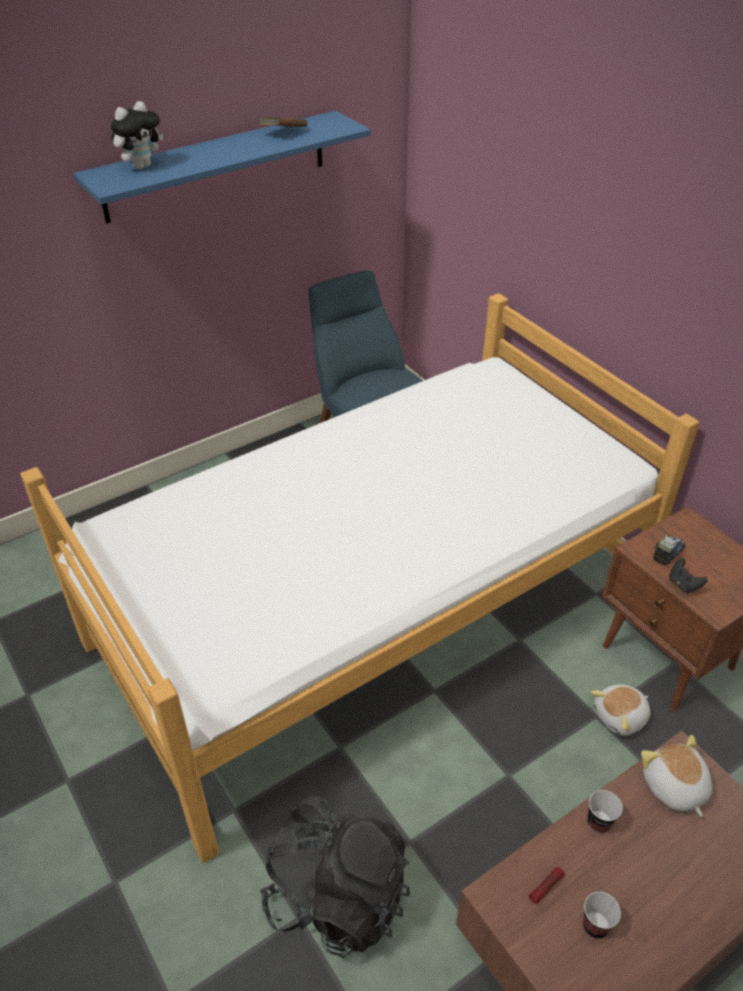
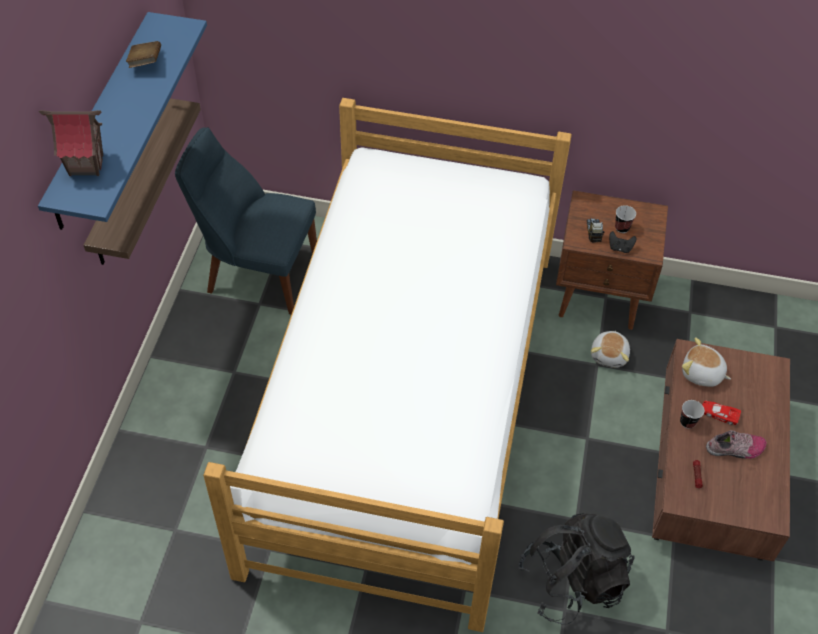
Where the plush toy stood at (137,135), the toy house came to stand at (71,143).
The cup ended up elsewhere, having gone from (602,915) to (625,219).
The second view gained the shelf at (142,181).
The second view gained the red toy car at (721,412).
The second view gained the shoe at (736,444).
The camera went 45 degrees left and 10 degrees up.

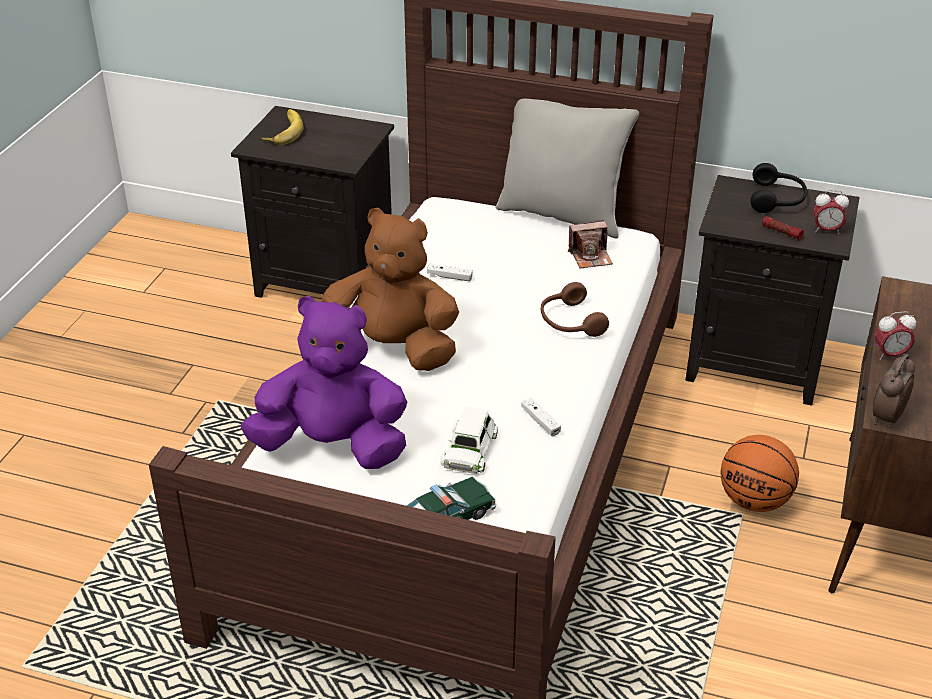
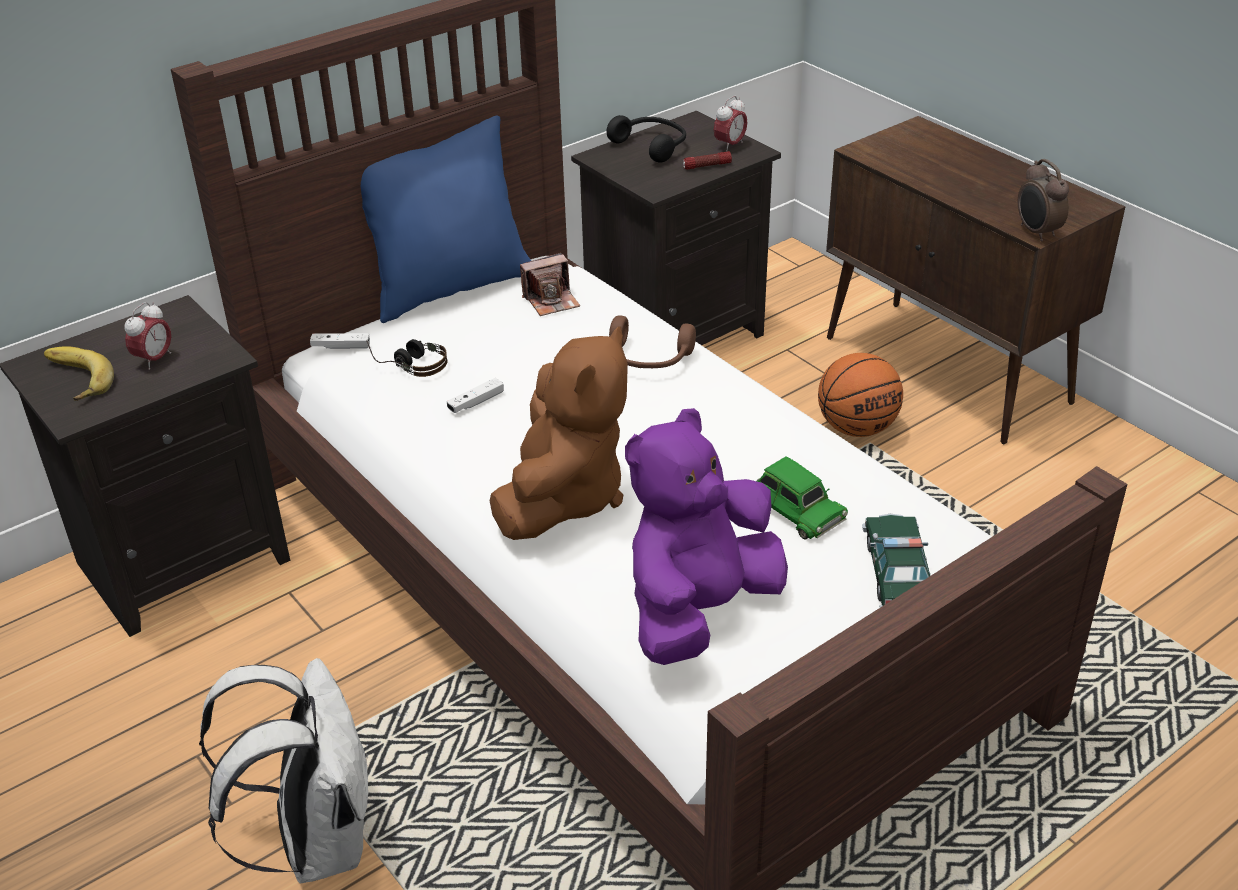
What was the grey pillow at (567,168) turned into the blue pillow at (446,219).
The brown plush toy at (390,289) ended up facing another way, 150 degrees clockwise from before.
The photo camera at (590,244) ended up facing another way, 45 degrees clockwise from before.
The alarm clock ended up elsewhere, having gone from (895,335) to (147,336).
The white game controller ended up elsewhere, having gone from (541,417) to (340,341).
What was the white toy car at (469,440) turned into the green toy car at (802,498).
The second view gained the headphones at (406,358).
The second view gained the white backpack at (283,770).
The camera went 55 degrees left and 0 degrees up.

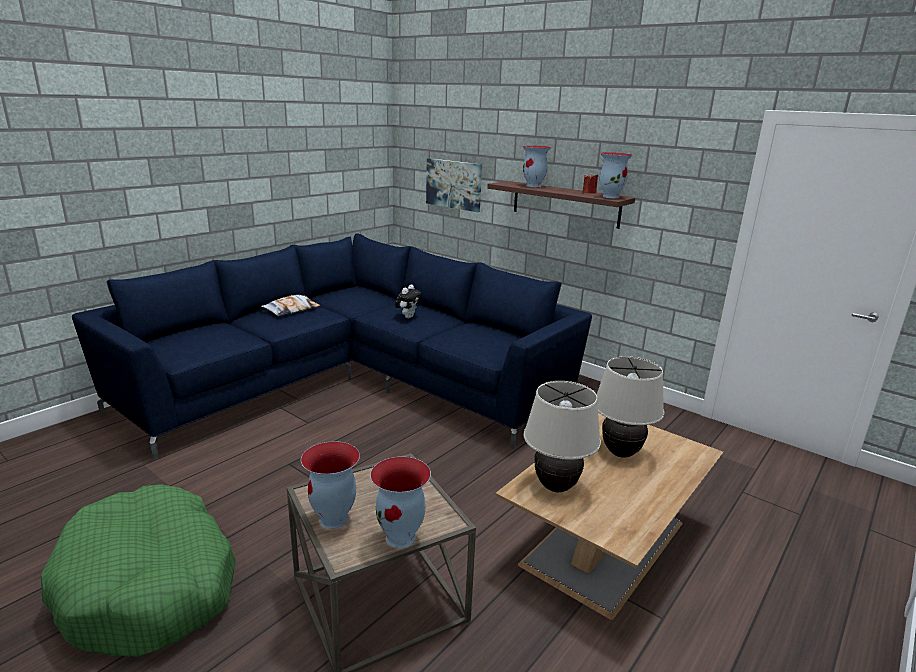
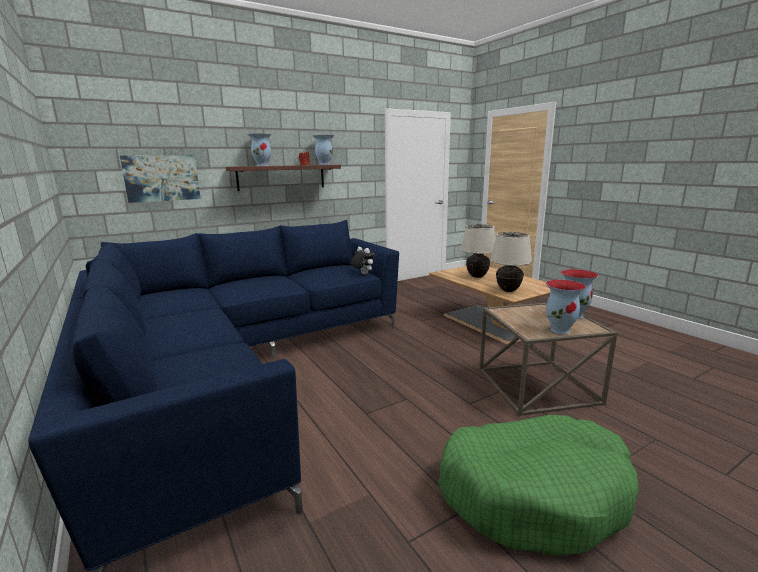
The plush toy ended up elsewhere, having gone from (408,301) to (363,261).
The second view lost the pillow at (290,305).
The camera went 70 degrees left and 5 degrees down.

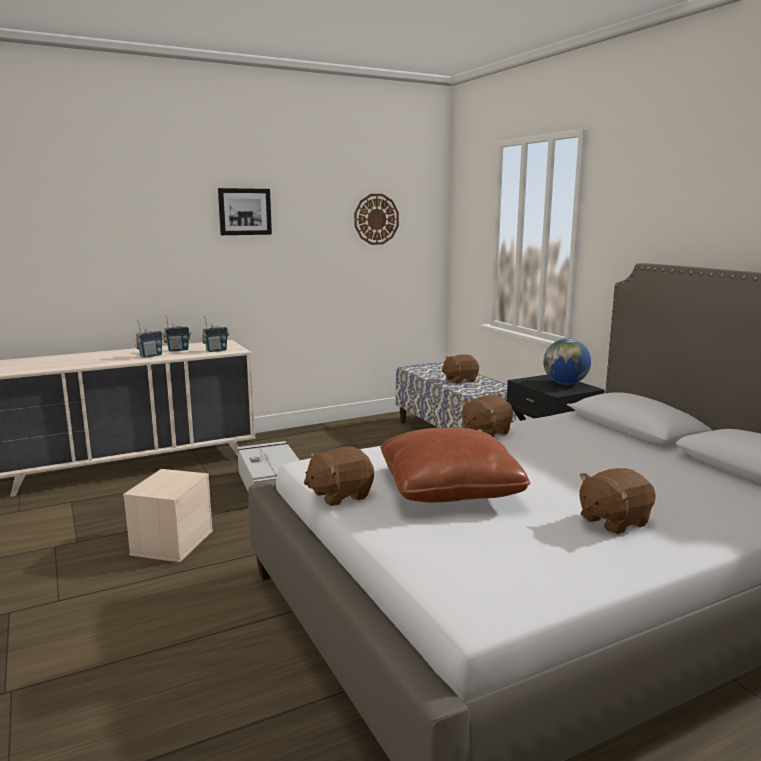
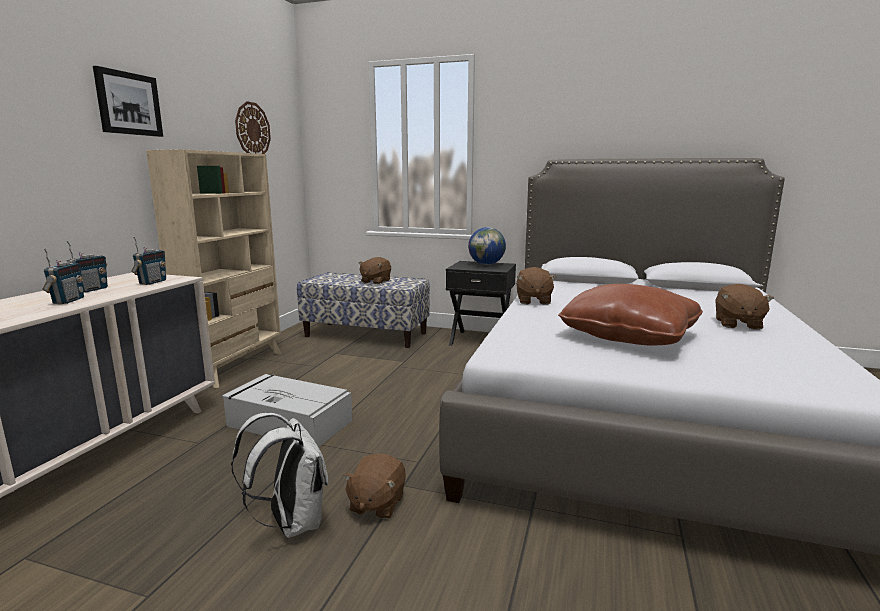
The brown plush toy ended up elsewhere, having gone from (339,476) to (374,486).
Where the beige storage box stood at (168,515), the white backpack came to stand at (279,475).
The second view gained the beige bookcase at (213,268).
The camera went 45 degrees left and 0 degrees up.

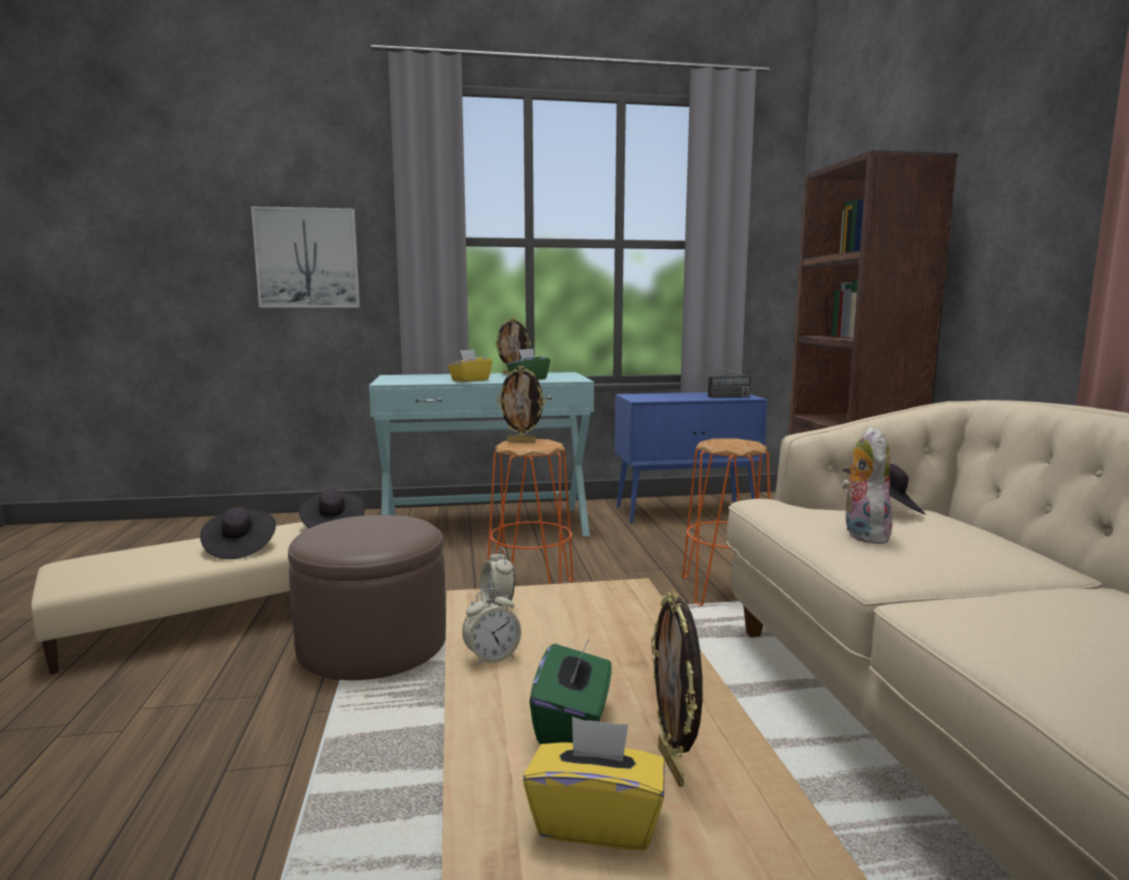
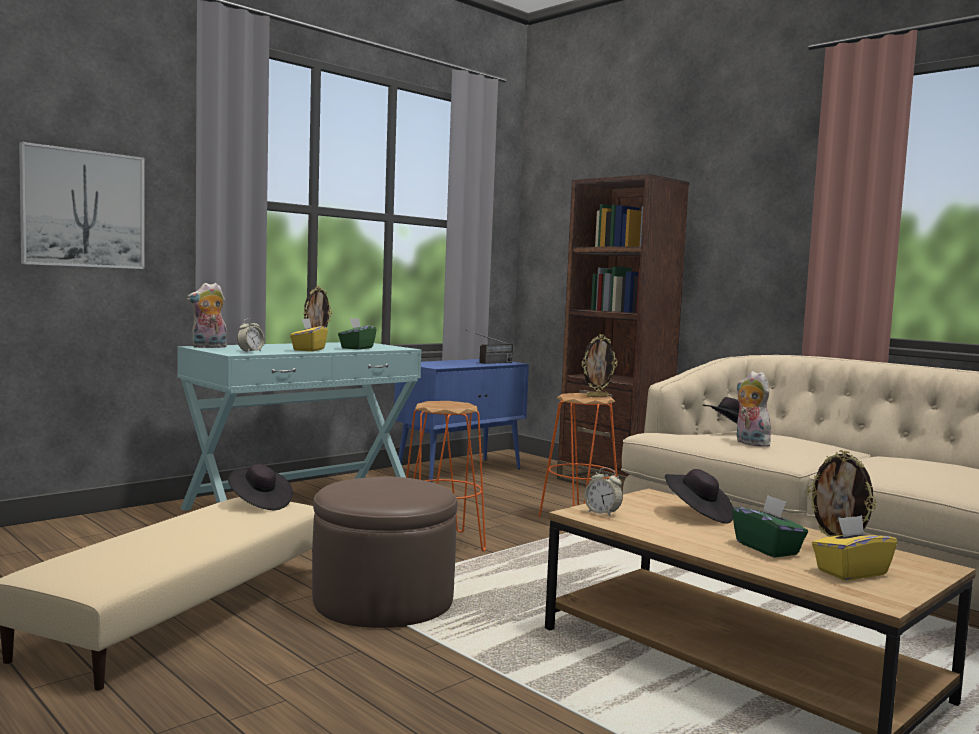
The picture frame ended up elsewhere, having gone from (521,404) to (599,365).
The black hat ended up elsewhere, having gone from (238,533) to (699,496).
The alarm clock ended up elsewhere, having gone from (491,627) to (250,335).
The second view gained the plush toy at (207,315).
The camera went 35 degrees left and 5 degrees down.

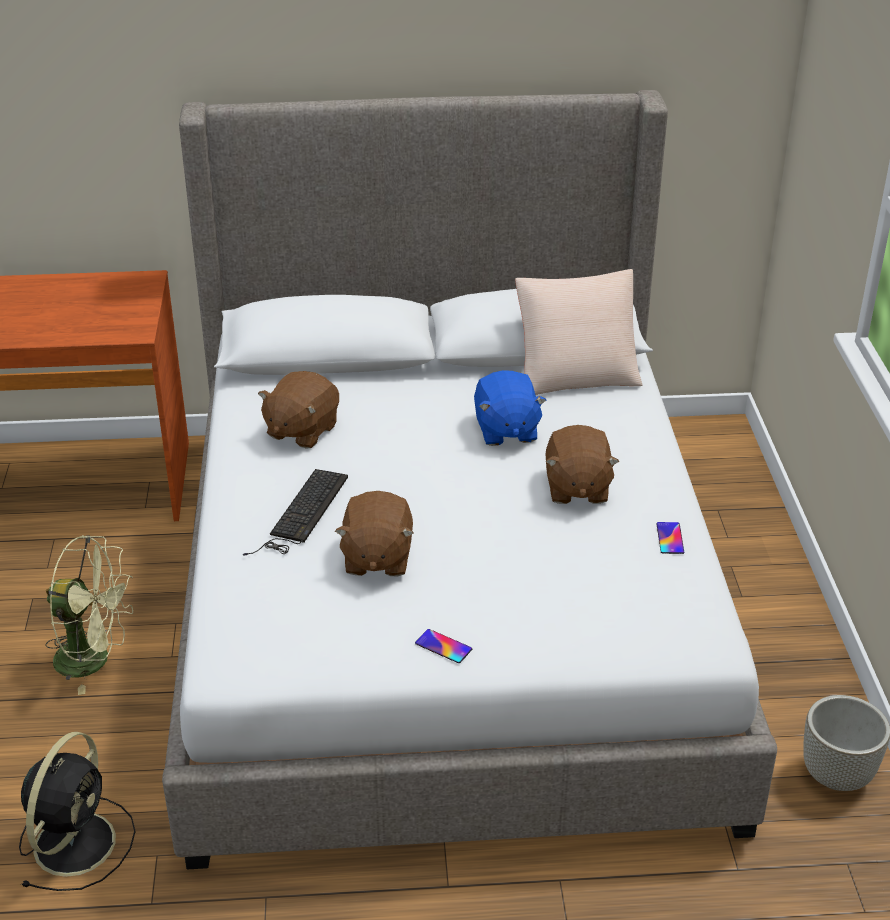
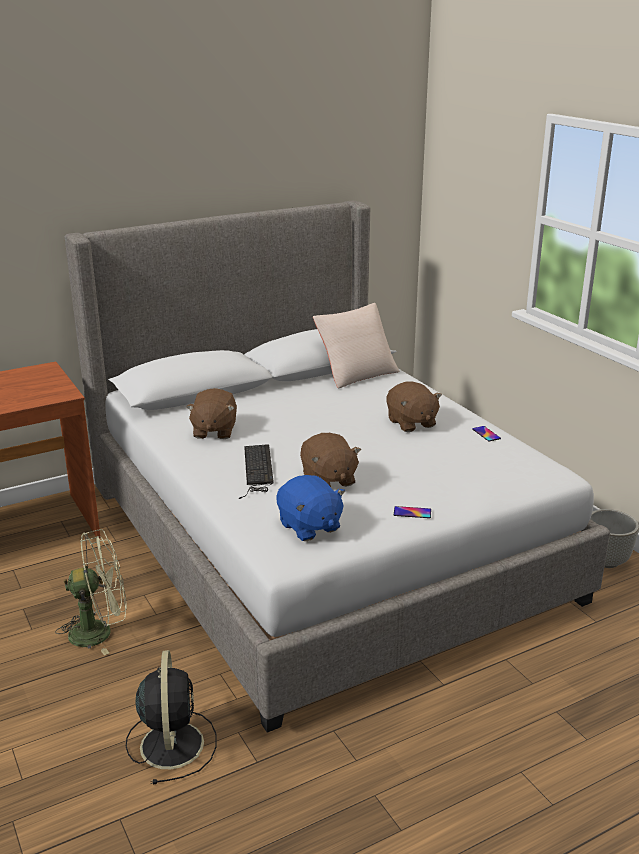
The blue plush toy ended up elsewhere, having gone from (510,408) to (310,508).
The camera went 25 degrees left and 10 degrees down.

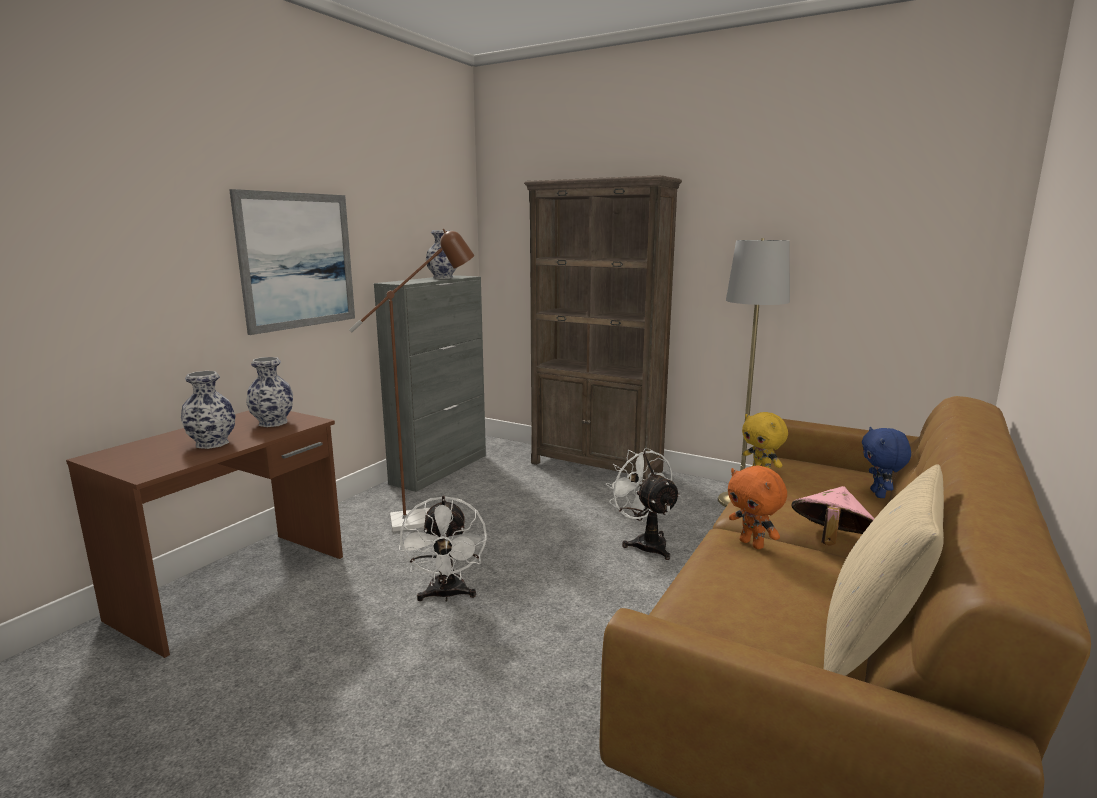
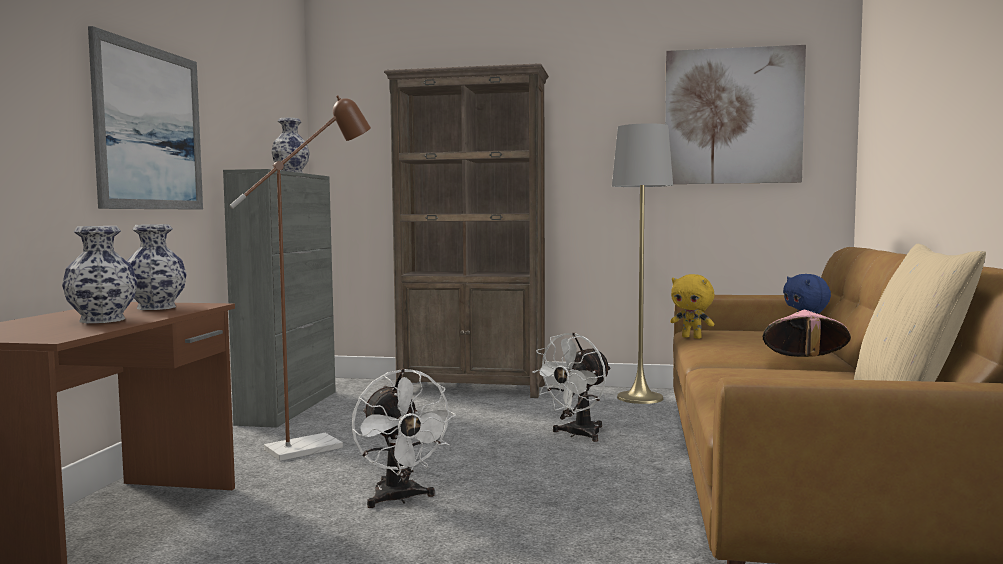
The white fan at (643,504) ended up facing another way, 90 degrees counterclockwise from before.
The second view lost the orange plush toy at (757,507).
The second view gained the picture at (735,114).
The camera went 20 degrees left and 10 degrees down.

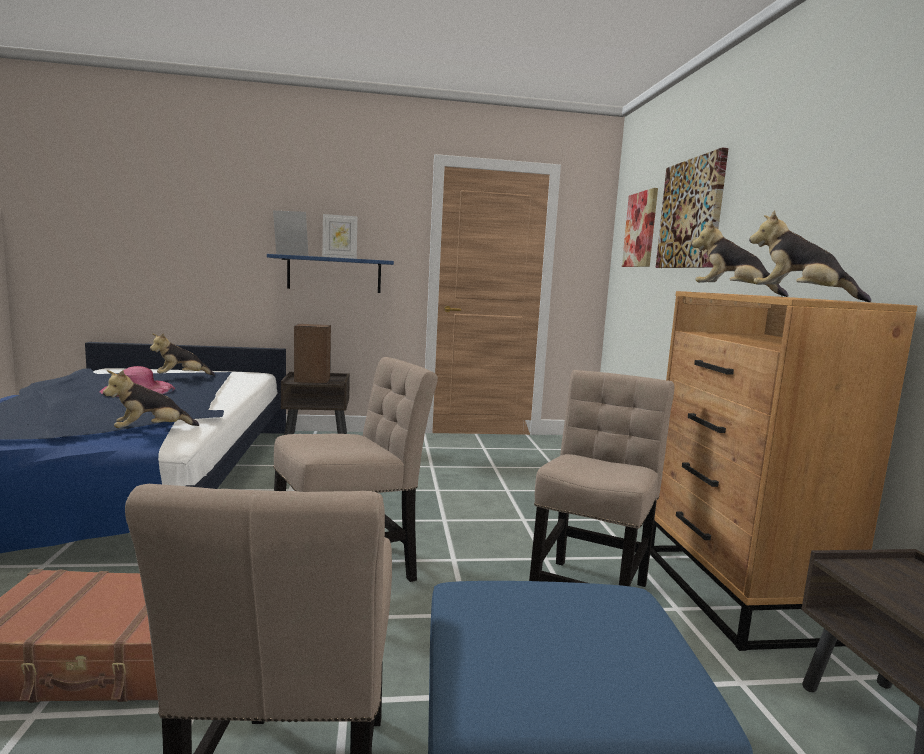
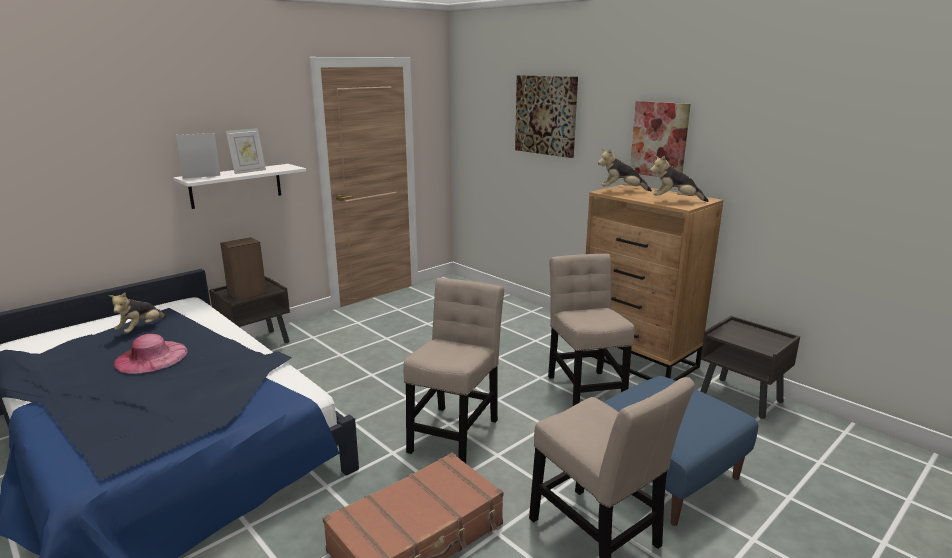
The picture ended up elsewhere, having gone from (640,227) to (660,139).
What was the blue shelf at (330,273) turned into the white shelf at (239,186).
The second view lost the plush toy at (151,399).
The camera went 35 degrees left and 10 degrees up.

